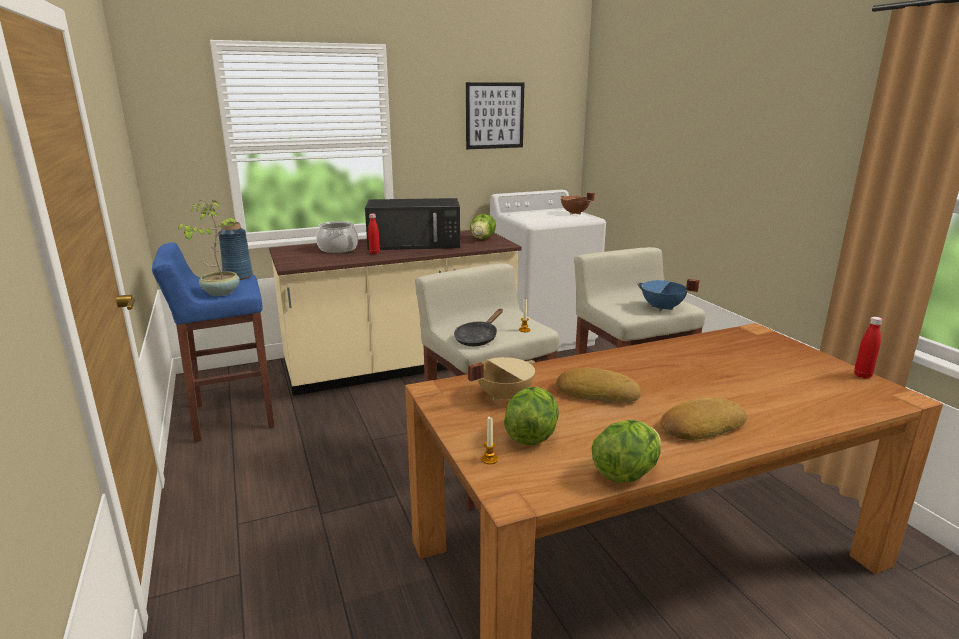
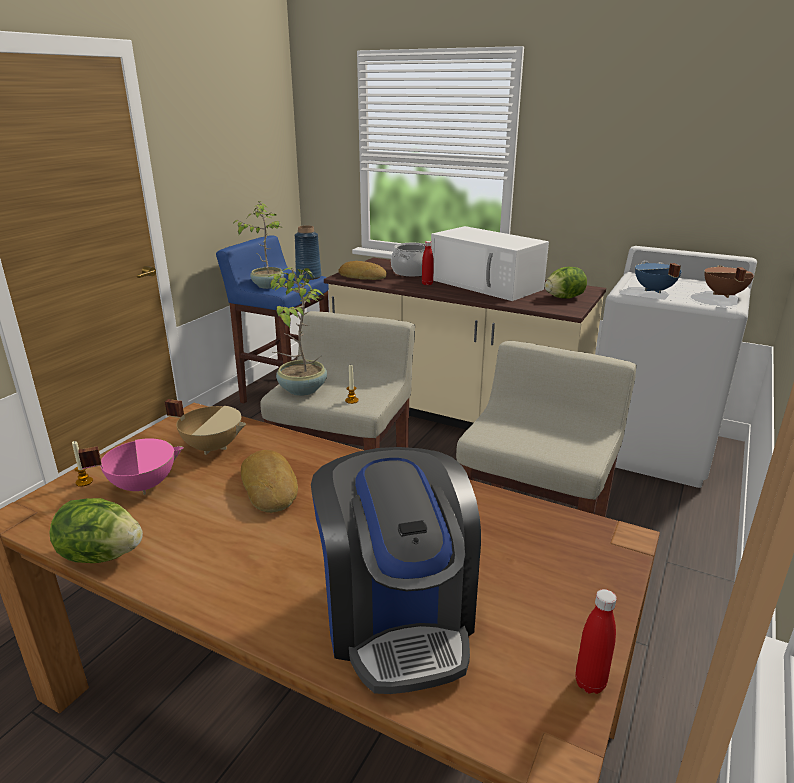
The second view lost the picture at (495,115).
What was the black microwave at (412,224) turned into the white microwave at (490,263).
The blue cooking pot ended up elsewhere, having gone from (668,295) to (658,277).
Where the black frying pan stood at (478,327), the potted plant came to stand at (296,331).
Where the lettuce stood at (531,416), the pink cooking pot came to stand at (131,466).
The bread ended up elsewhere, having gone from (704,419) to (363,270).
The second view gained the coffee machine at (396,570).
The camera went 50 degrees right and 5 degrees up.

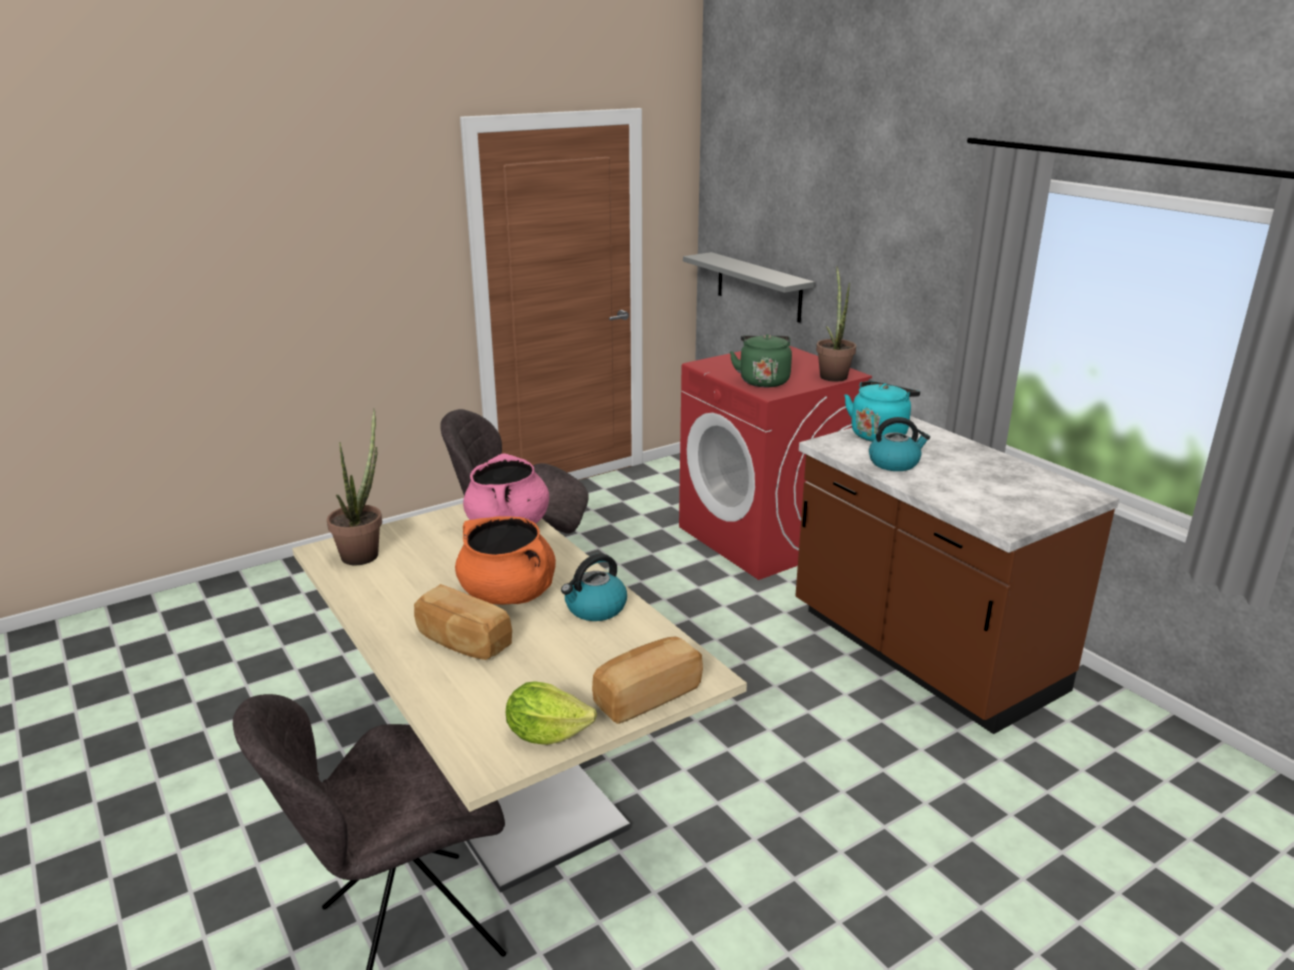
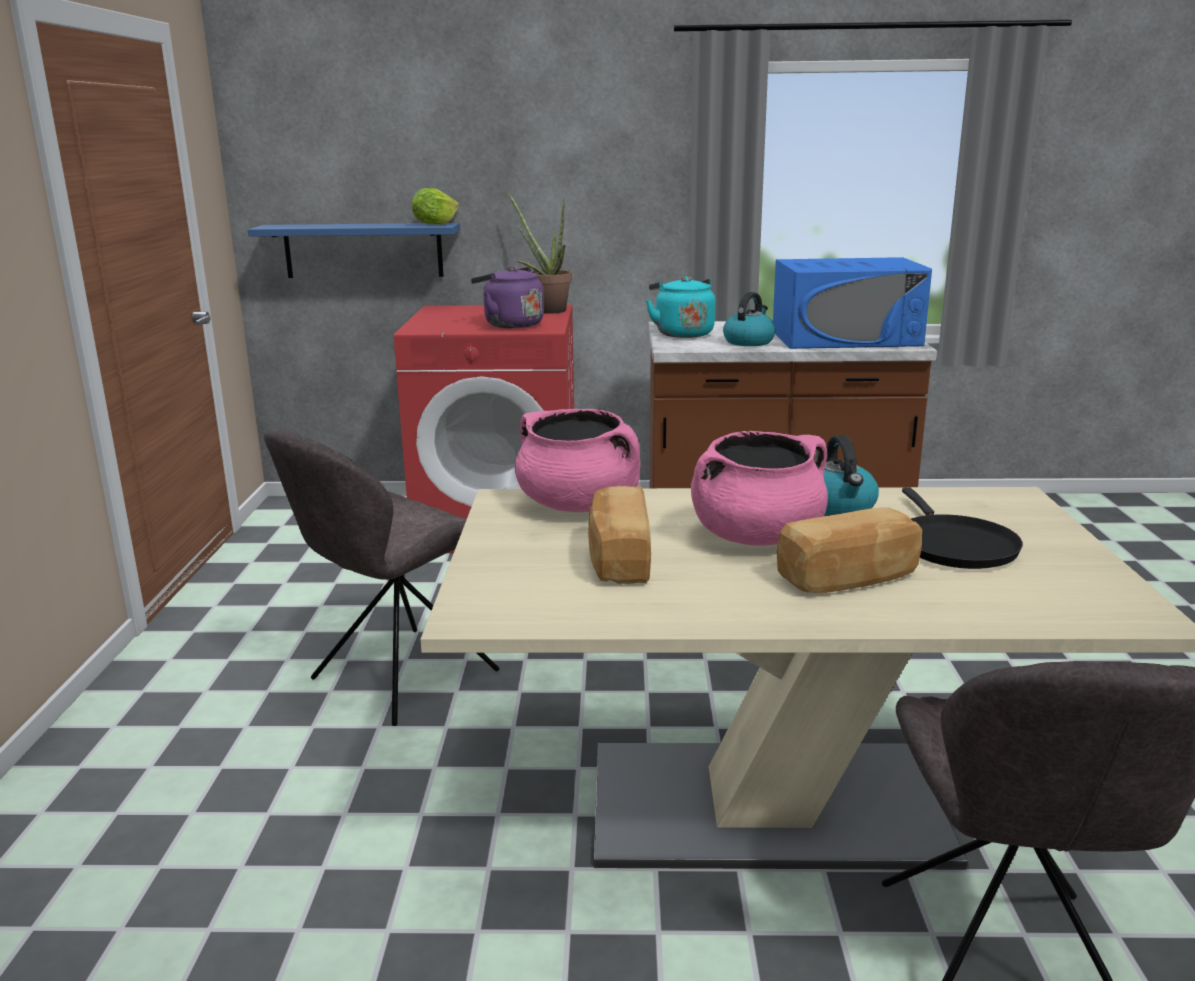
What was the grey shelf at (749,287) turned into the blue shelf at (354,250).
What was the green kettle at (761,360) turned into the purple kettle at (507,297).
The second view lost the potted plant at (354,486).
What was the orange cooking pot at (505,560) turned into the pink cooking pot at (759,488).
The bread ended up elsewhere, having gone from (647,680) to (619,535).
The lettuce ended up elsewhere, having gone from (551,713) to (435,206).
The second view gained the blue microwave at (852,303).
The second view gained the black frying pan at (962,528).
The camera went 55 degrees left and 5 degrees down.

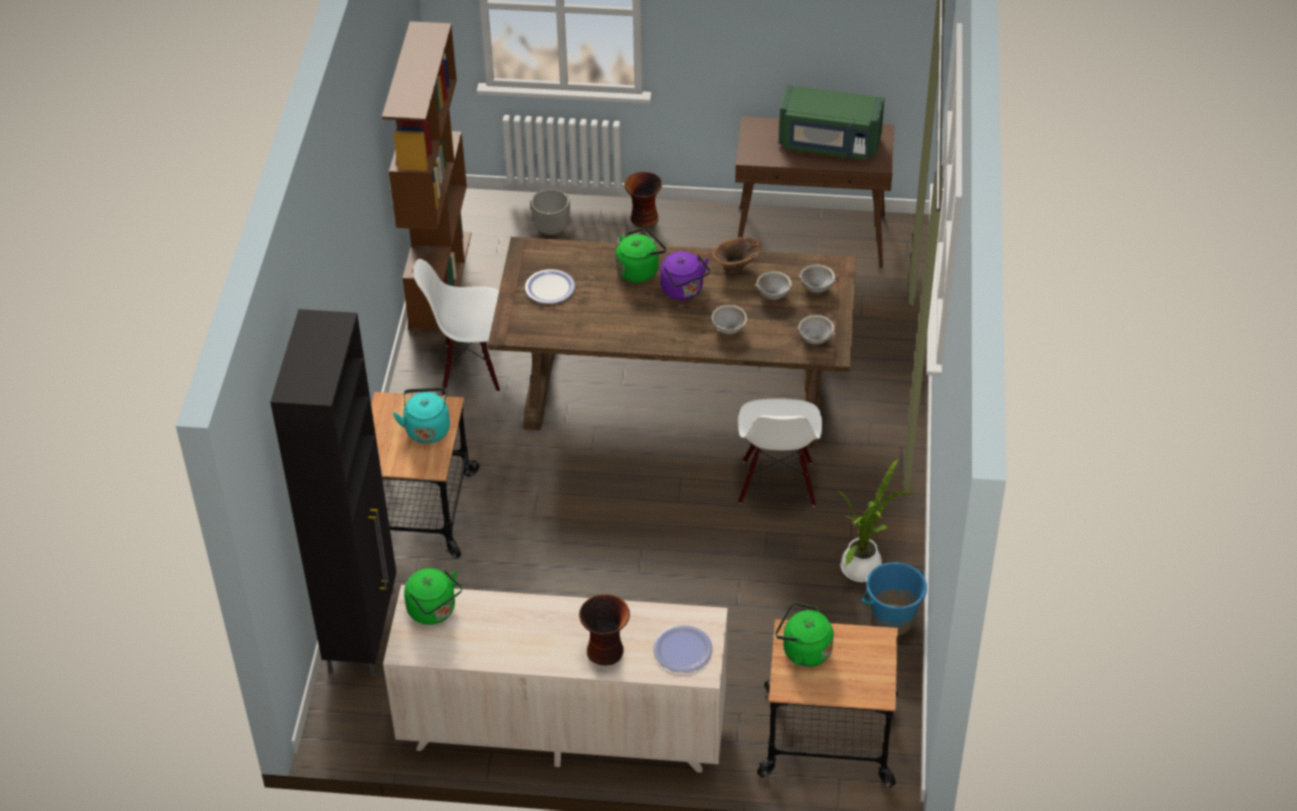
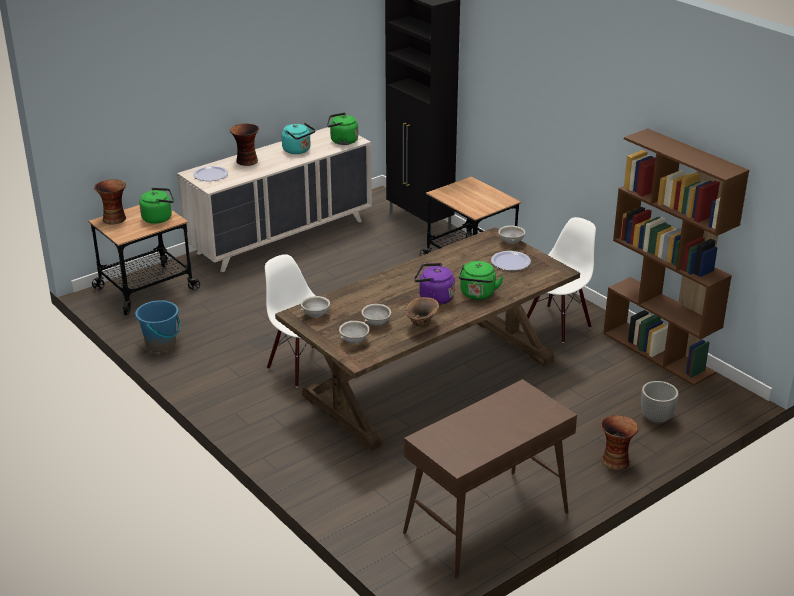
The second view lost the green microwave at (832,122).
The grey bowl ended up elsewhere, having gone from (729,319) to (511,234).
The turquoise kettle ended up elsewhere, having gone from (421,416) to (299,138).
The second view lost the potted plant at (875,520).
The second view gained the vase at (110,201).
The camera went 135 degrees right and 15 degrees down.

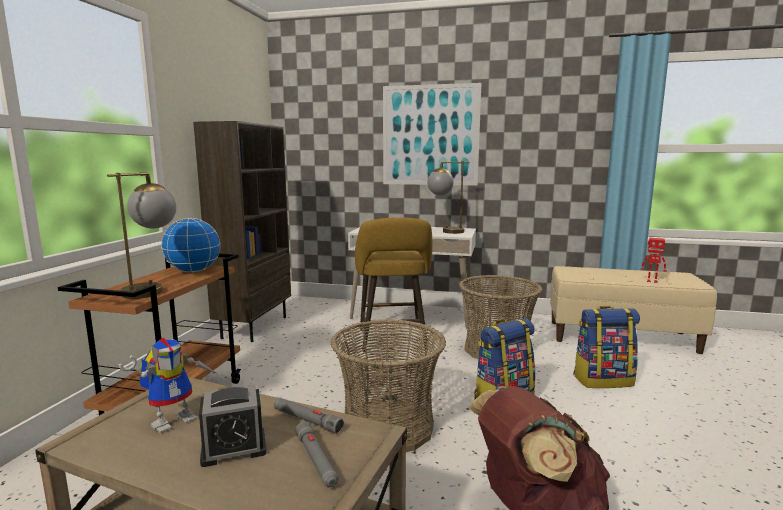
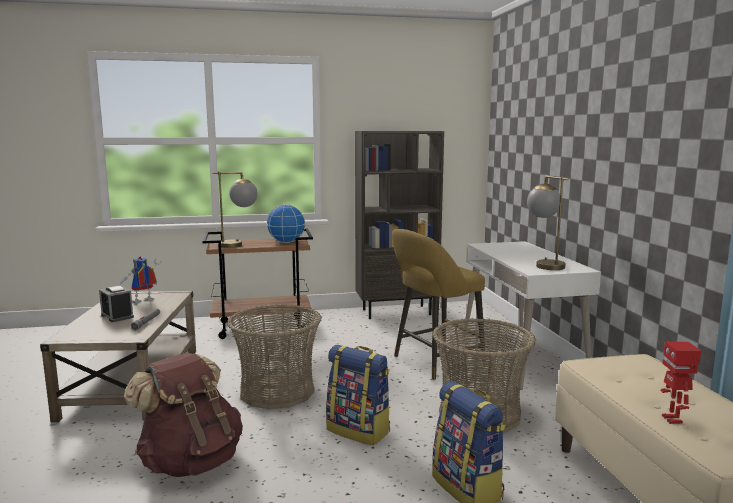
The second view lost the picture at (432,134).
The toy robot at (168,385) ended up facing another way, 120 degrees clockwise from before.
The second view lost the grey flashlight at (316,454).
The camera went 65 degrees right and 0 degrees up.

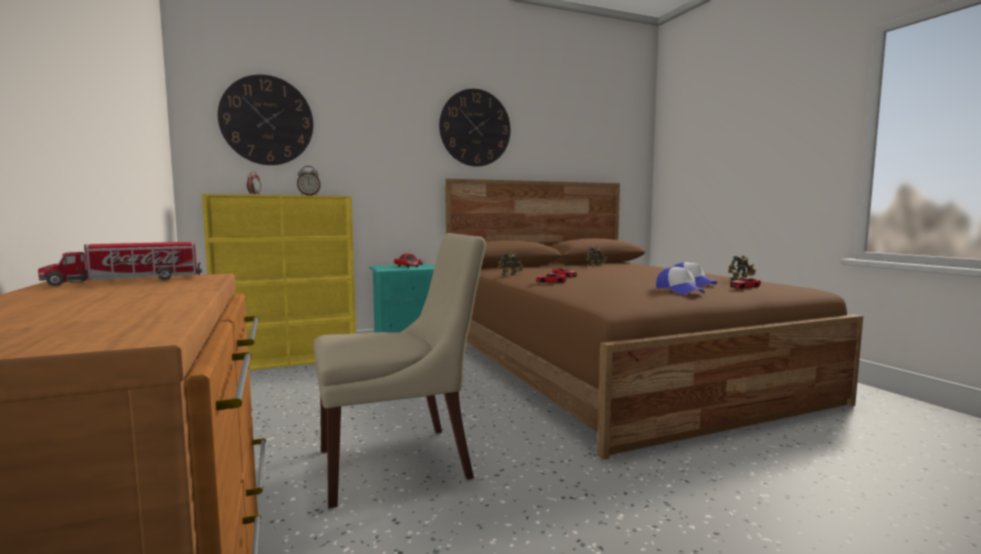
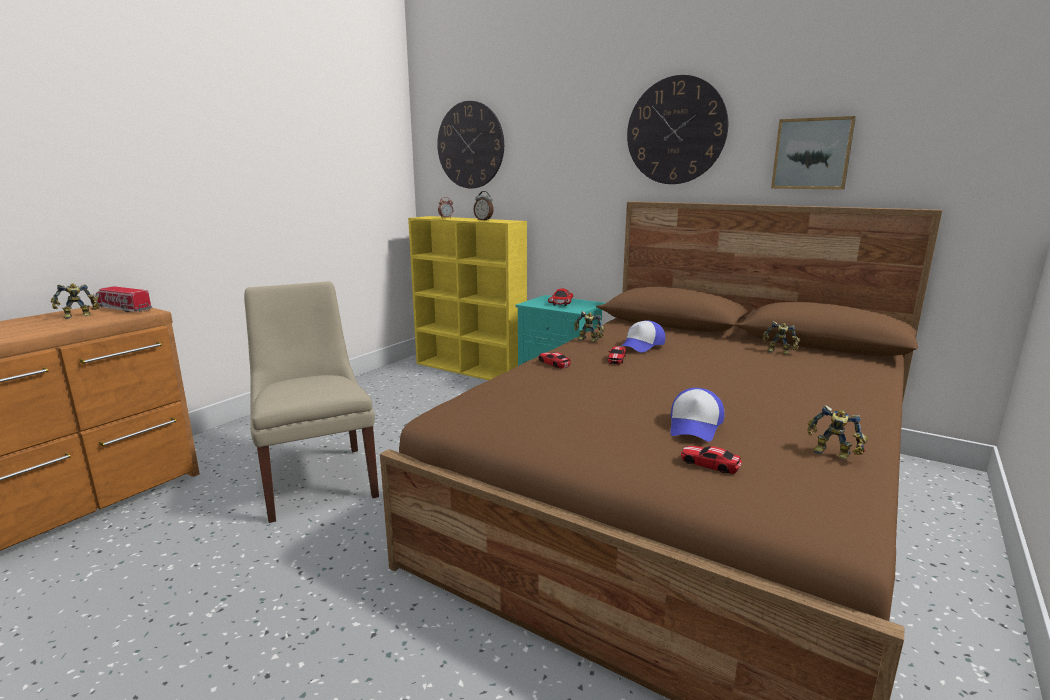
The beige chair at (399,370) ended up facing another way, 150 degrees counterclockwise from before.
The cap ended up elsewhere, having gone from (680,280) to (643,336).
The second view gained the picture at (813,153).
The second view gained the toy robot at (75,301).
The camera went 55 degrees right and 10 degrees up.

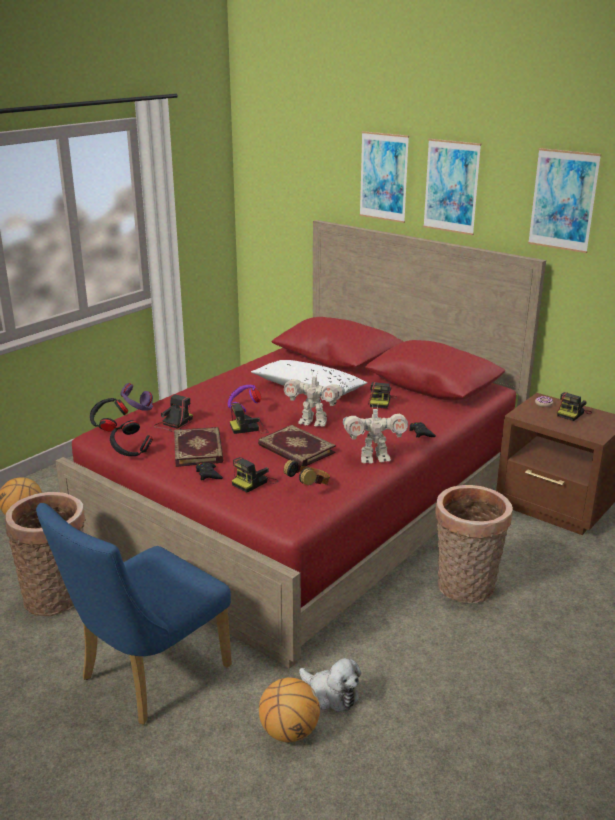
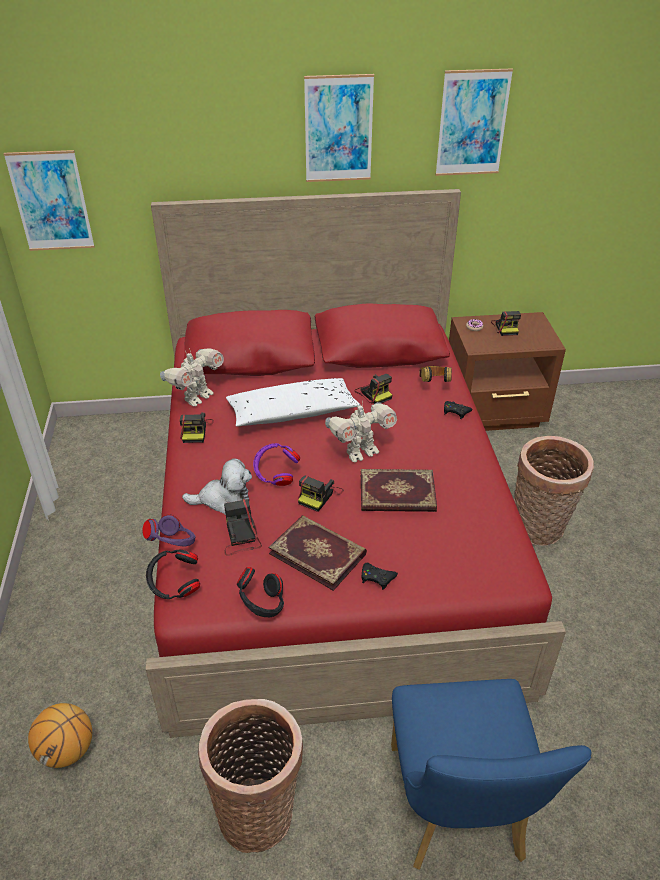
The picture ended up elsewhere, having gone from (384,177) to (49,200).
The toy robot ended up elsewhere, having gone from (375,435) to (192,377).
The photo camera ended up elsewhere, having gone from (255,475) to (197,427).
The headphones ended up elsewhere, having gone from (306,473) to (435,374).
The plush toy ended up elsewhere, having gone from (330,685) to (217,486).
The second view lost the basketball at (289,710).
The camera went 45 degrees left and 15 degrees up.

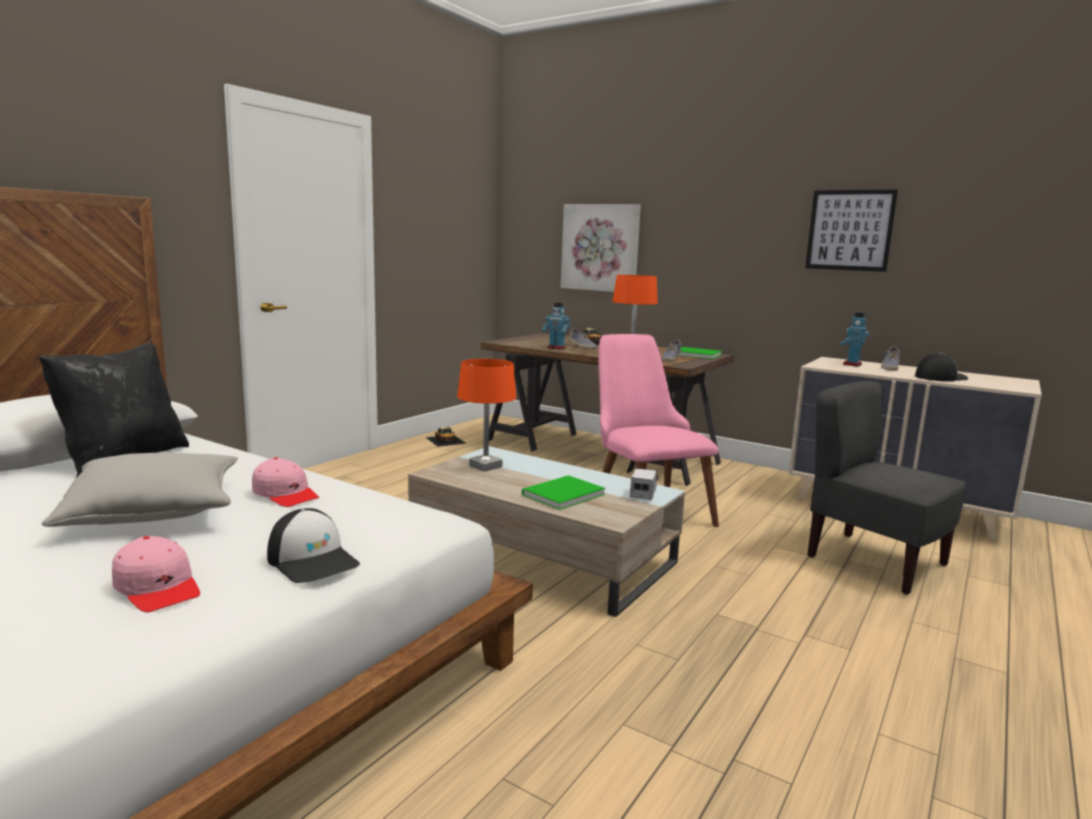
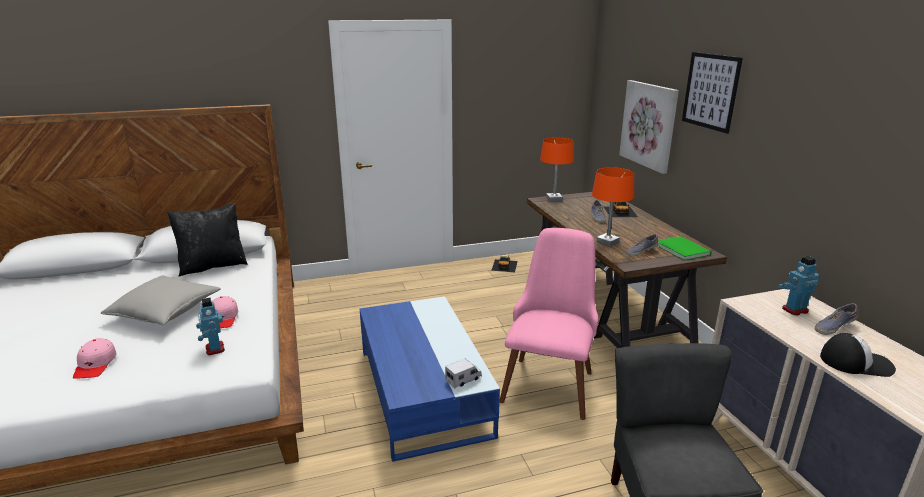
The picture ended up elsewhere, having gone from (851,231) to (712,93).
The toy robot ended up elsewhere, having gone from (556,326) to (210,326).
The orange table lamp ended up elsewhere, having gone from (486,415) to (557,169).
What was the beige coffee table at (546,531) turned into the blue coffee table at (430,379).
The second view lost the green book at (563,492).
The second view lost the cap at (313,545).
The camera went 40 degrees right and 10 degrees up.

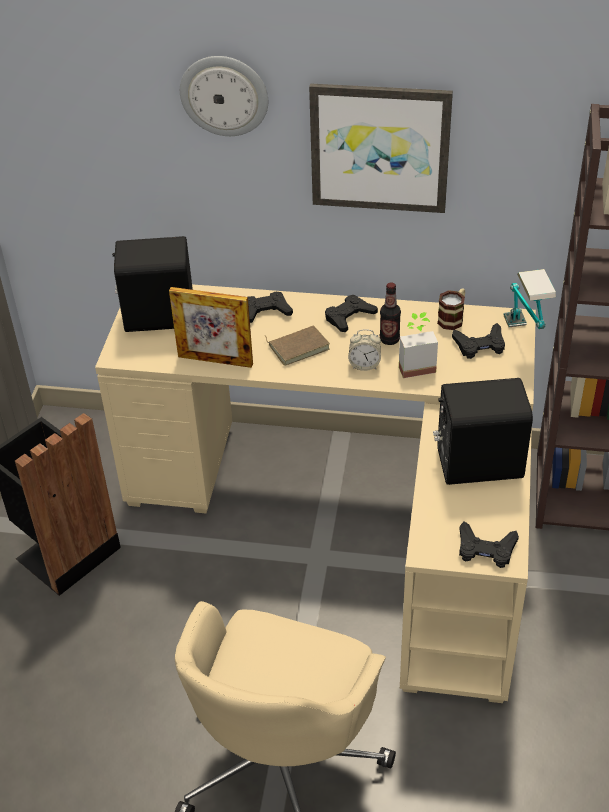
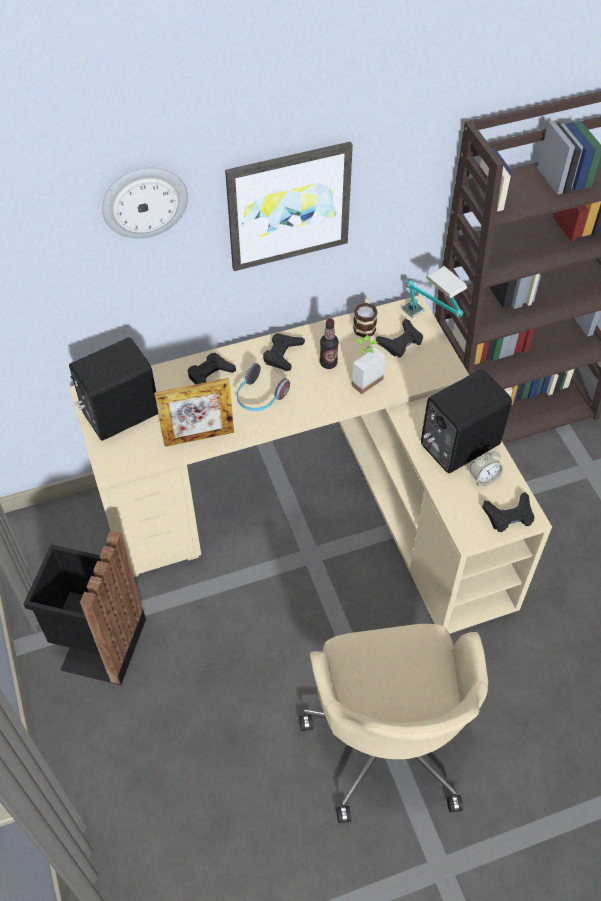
Where the brown book stood at (297,345), the headphones came to stand at (263,387).
The alarm clock ended up elsewhere, having gone from (364,350) to (487,468).
The camera went 30 degrees left and 10 degrees up.

